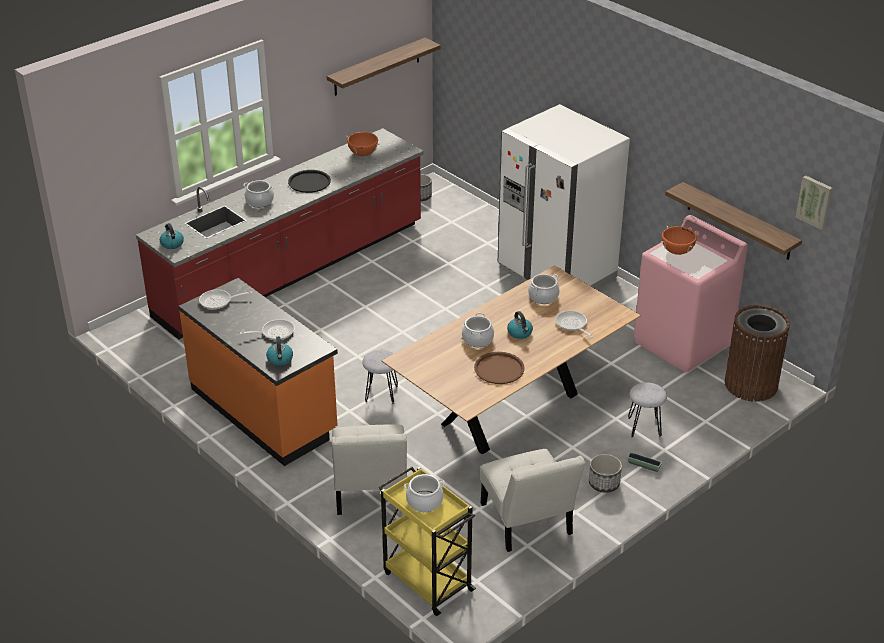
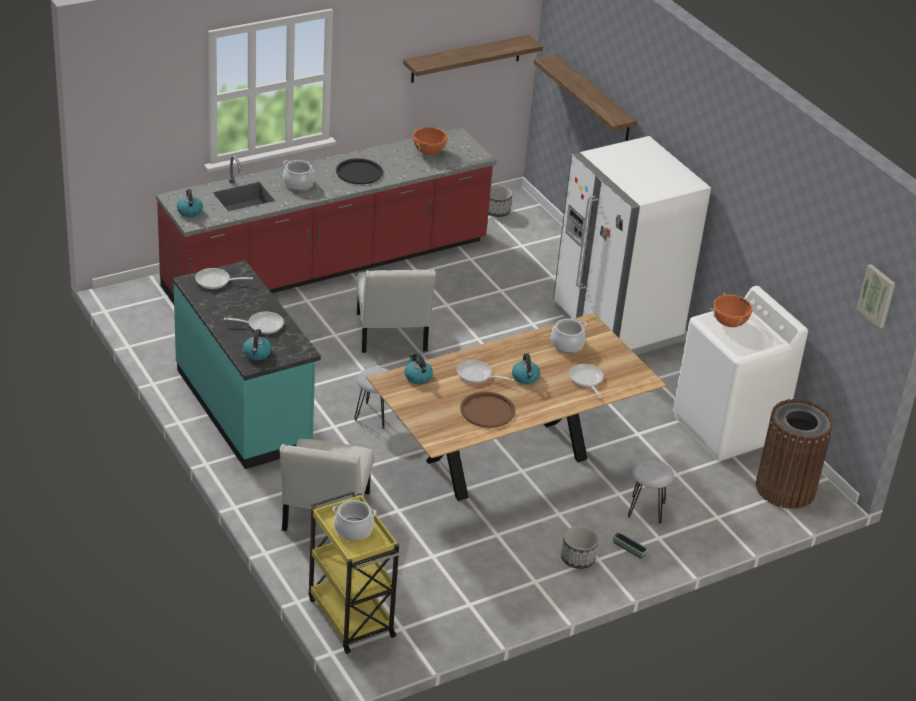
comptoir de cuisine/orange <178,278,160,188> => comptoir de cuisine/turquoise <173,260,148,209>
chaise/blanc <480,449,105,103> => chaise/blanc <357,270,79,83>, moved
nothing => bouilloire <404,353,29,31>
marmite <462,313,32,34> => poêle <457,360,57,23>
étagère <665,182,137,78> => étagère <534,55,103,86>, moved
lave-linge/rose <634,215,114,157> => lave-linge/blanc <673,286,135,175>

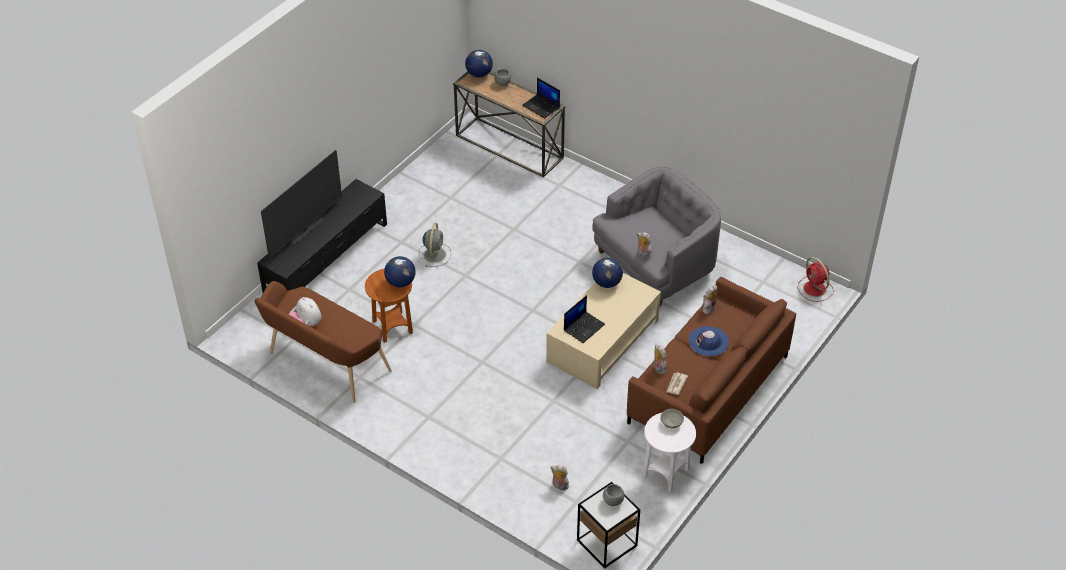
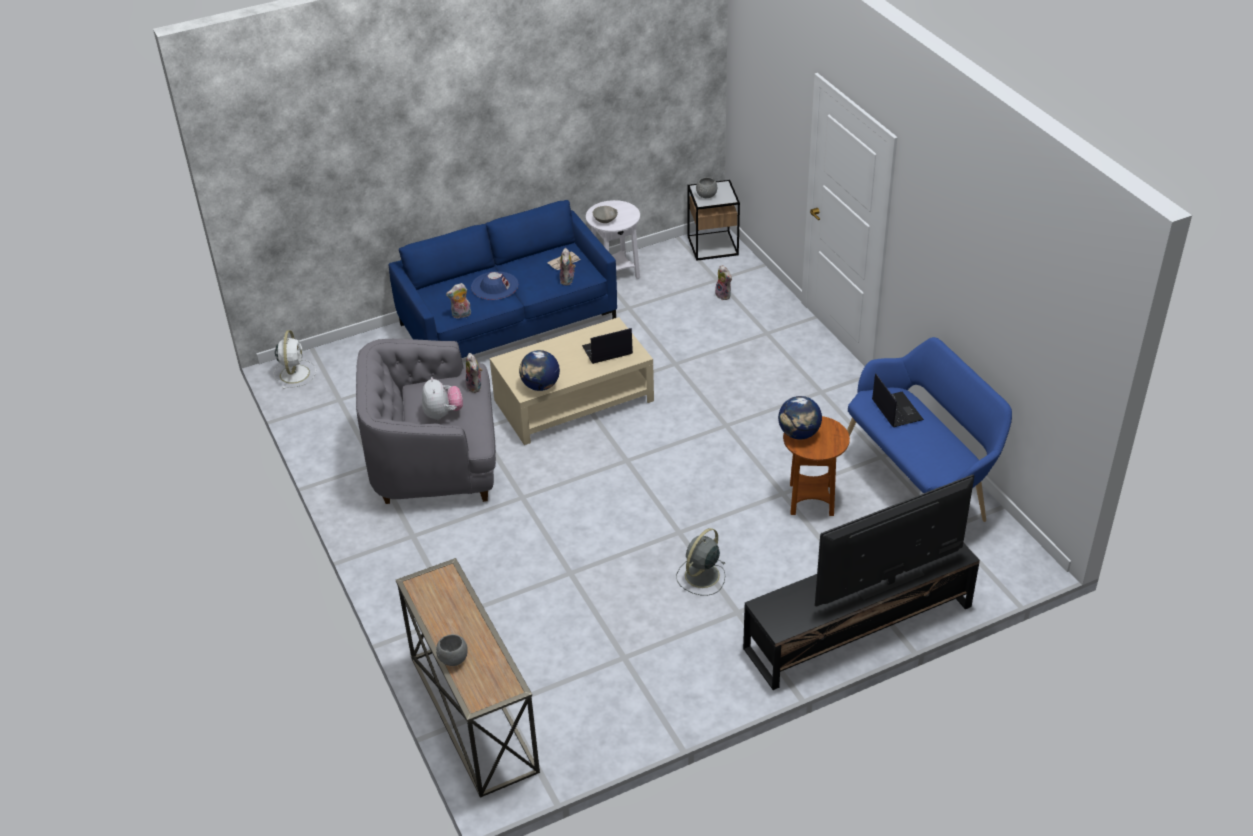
ventilateur/rouge <798,257,35,45> => ventilateur/blanc <273,330,43,59>
canapé/marron <627,277,169,187> => canapé/bleu <389,200,228,158>
peluche <289,297,33,29> => peluche <422,377,41,43>, moved
banc/marron <254,281,138,122> => banc/bleu <847,337,165,185>
ordinateur portable <522,77,38,42> => ordinateur portable <872,373,52,54>, moved
globe <465,50,28,27> => nothing

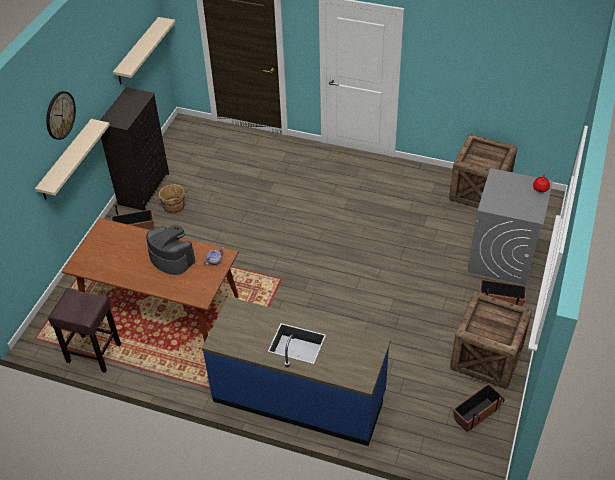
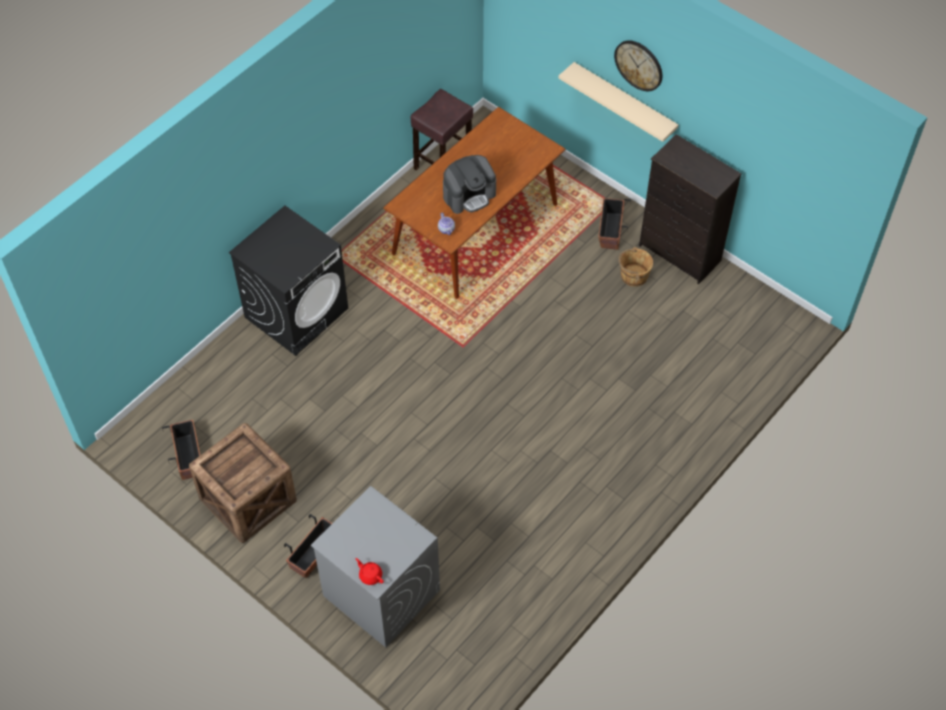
comptoir de cuisine/bleu <202,297,189,149> => lave-linge/noir <229,206,119,150>
étagère/beige <113,17,62,67> => nothing
caisse <449,134,68,74> => nothing

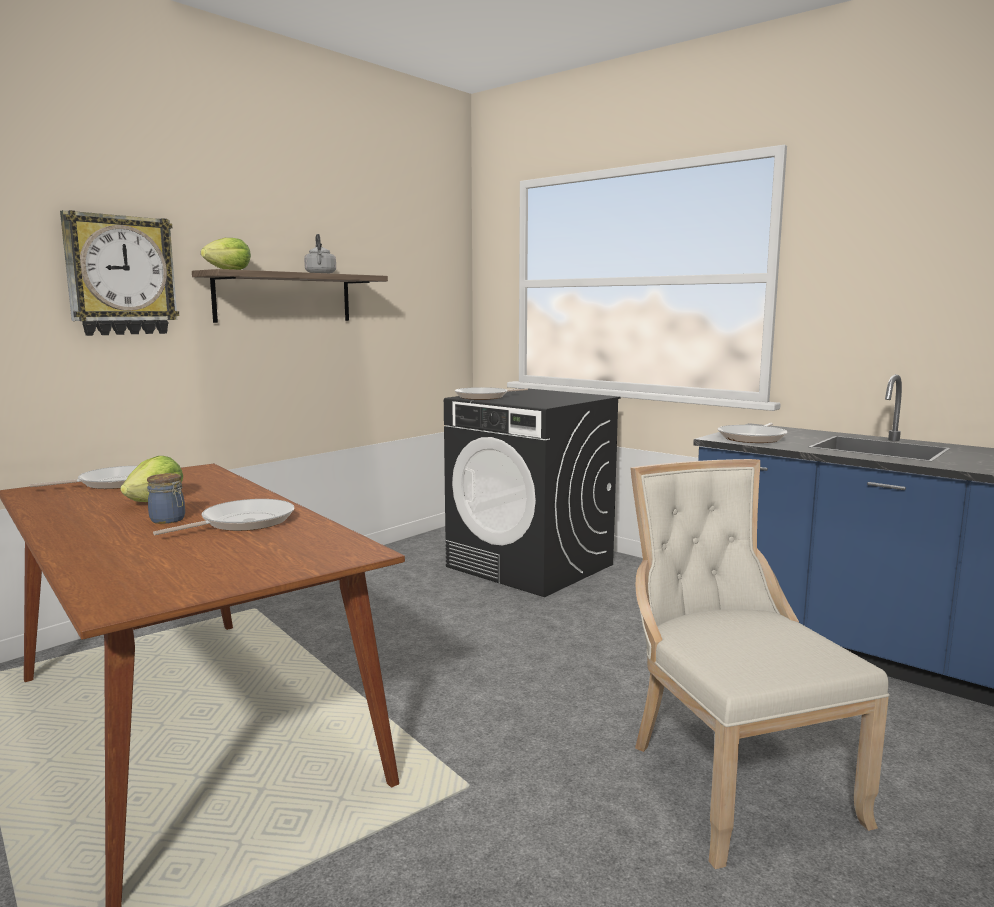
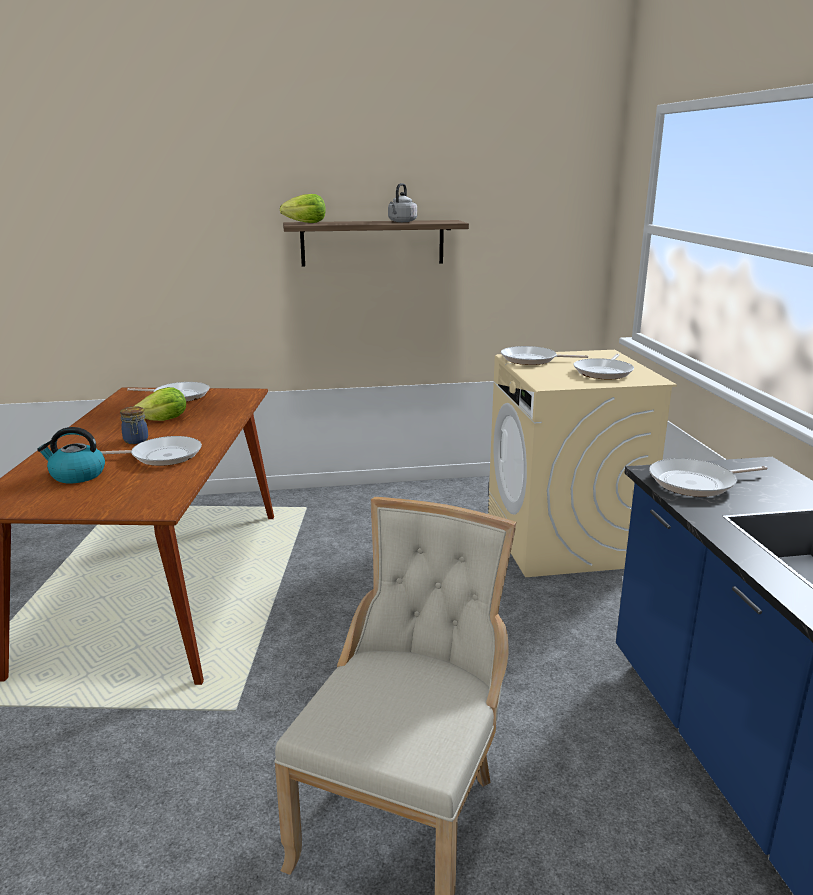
nothing => bouilloire <37,427,68,56>
lave-linge/noir <444,388,176,209> => lave-linge/beige <488,350,189,227>
nothing => poêle <574,354,60,25>
horloge murale <60,210,119,126> => nothing

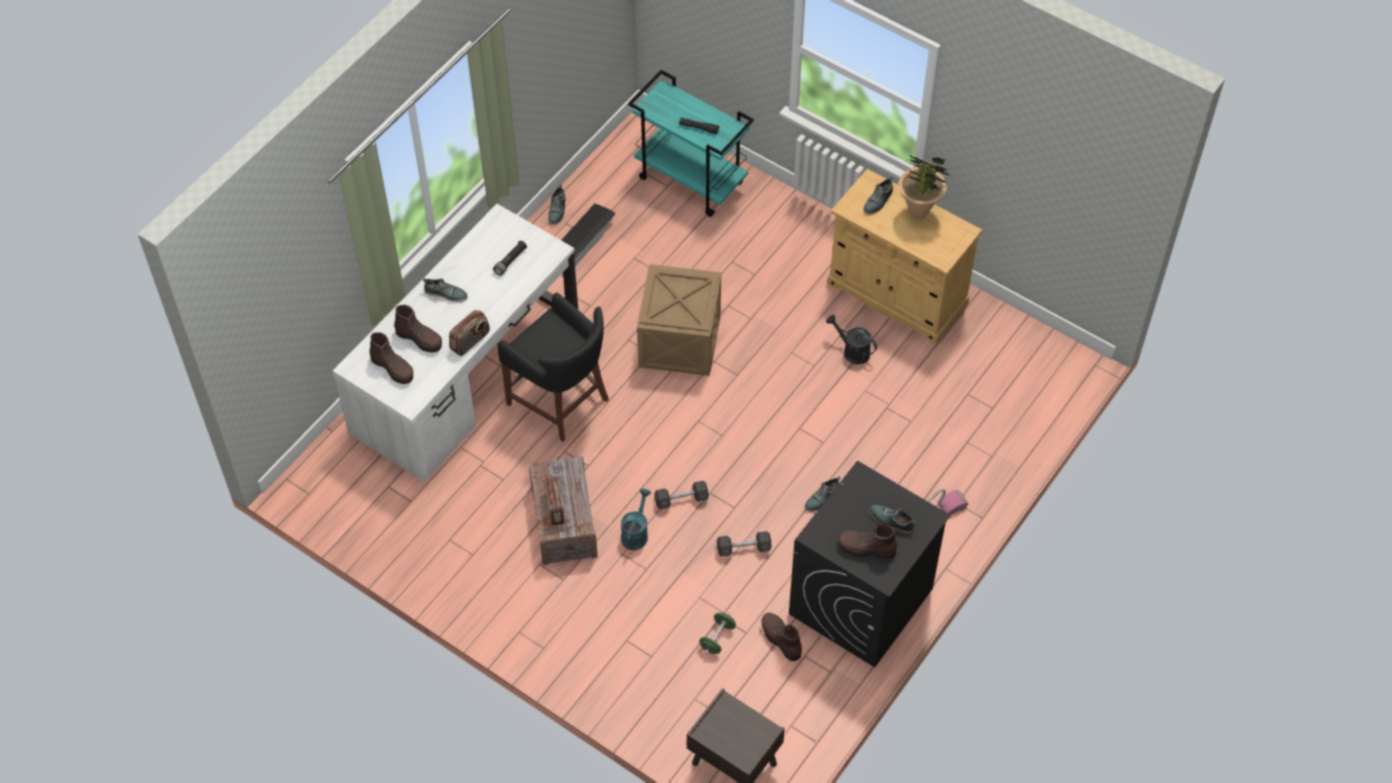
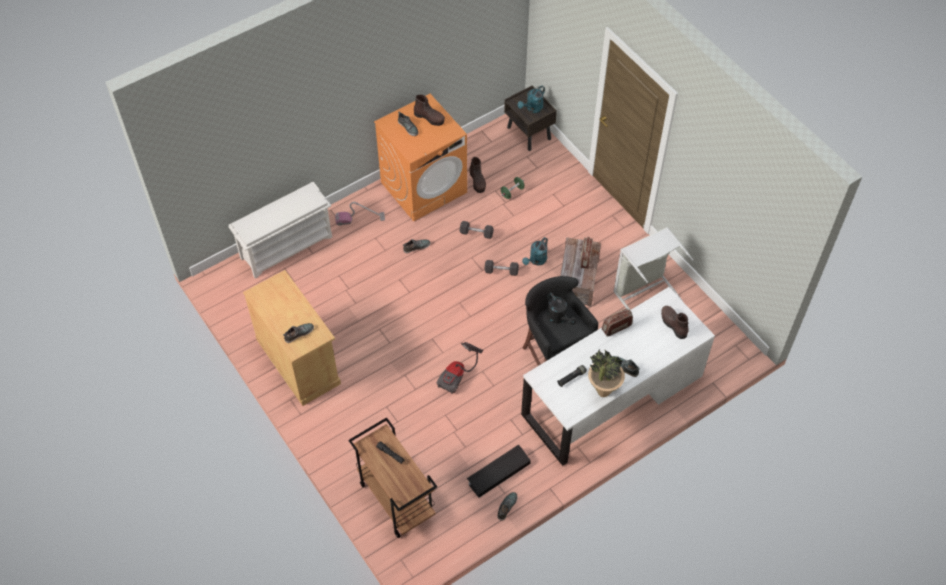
nothing => étagère à chaussures/blanc <229,182,103,97>
chariot/turquoise <628,70,126,147> => chariot/marron <349,417,88,121>
lave-linge/noir <789,461,162,206> => lave-linge/orange <374,94,93,127>
caisse <637,264,84,112> => aspirateur <437,342,46,52>
nothing => arrosoir/turquoise <518,86,27,27>
arrosoir/noir <826,315,51,49> => arrosoir/noir <547,293,29,32>, moved
plante en pot <898,156,53,64> => plante en pot <588,349,37,48>, moved
nothing => panier à linge/gris <613,227,80,83>
botte/marron <394,305,48,47> => nothing

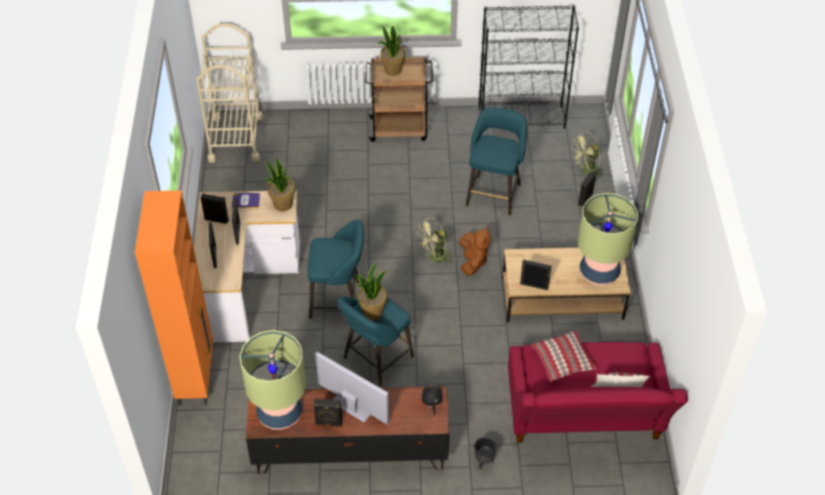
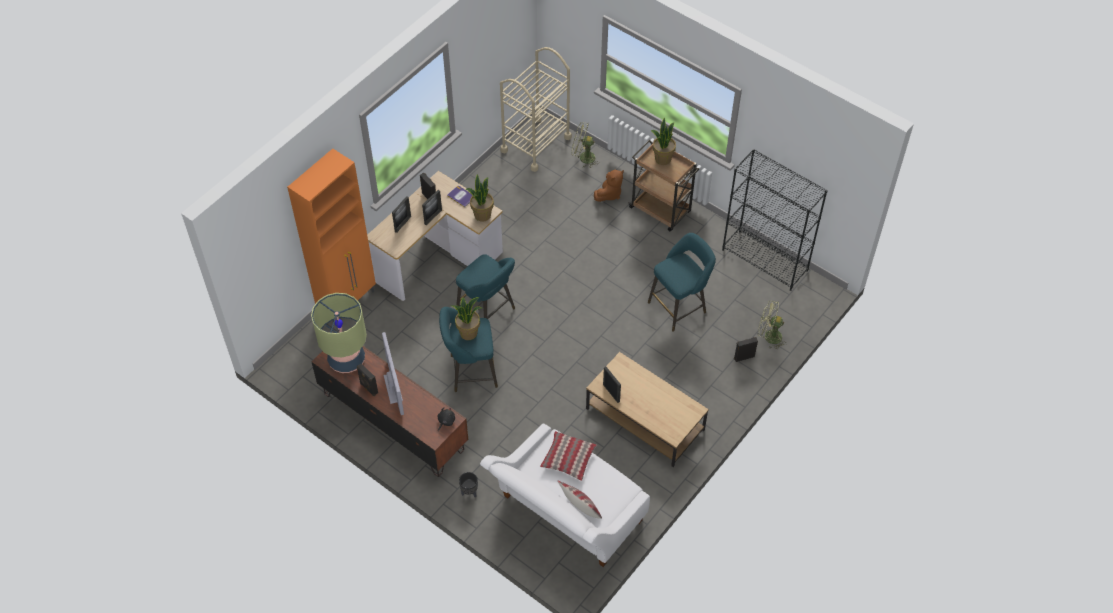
canapé/rouge <508,342,180,101> => canapé/blanc <480,423,170,144>
ventilateur/vert <417,217,37,51> => ventilateur/vert <572,122,27,46>, moved
peluche/marron <459,226,32,50> => peluche/marron <594,169,30,33>, moved
lampe de table <578,193,60,92> => nothing

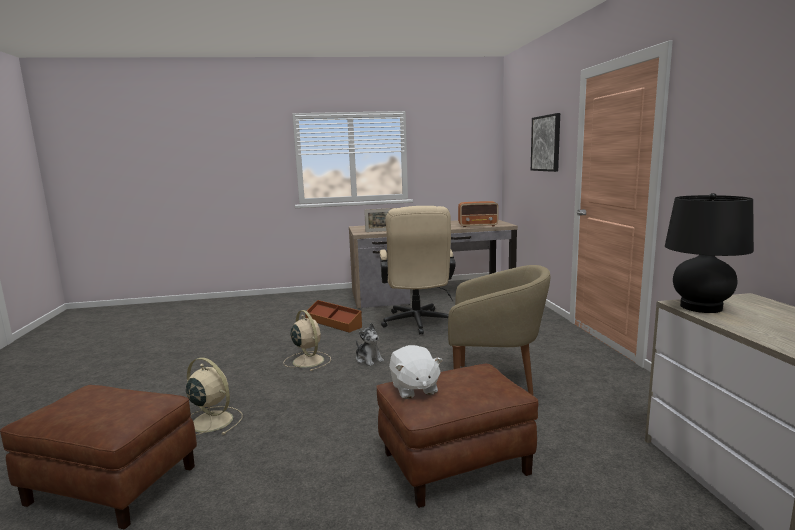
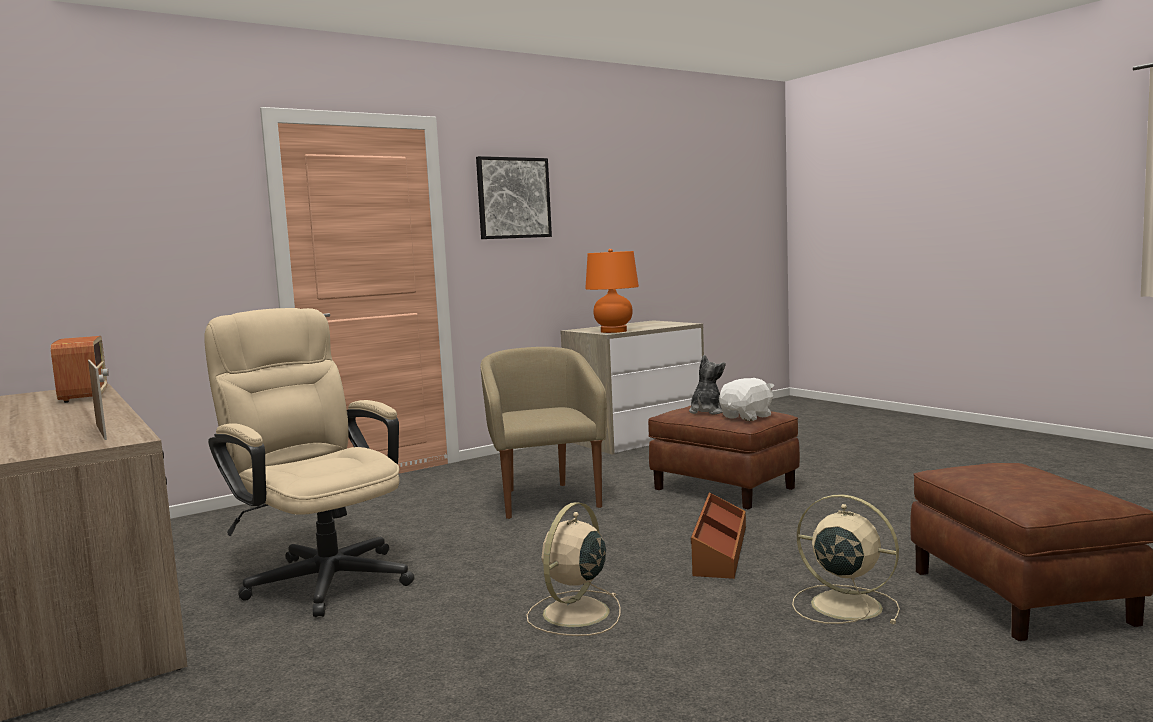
chaise de bureau/beige <380,206,76,128> => chaise de bureau/beige <204,308,210,309>, 105 degrees counterclockwise
tableau <531,113,29,59> => tableau <476,156,76,83>, moved
lampe de table/noir <665,193,89,120> => lampe de table/orange <585,249,54,84>
peluche <356,323,28,43> => peluche <689,355,36,60>, moved
boîte de rangement/marron <305,300,57,33> => boîte de rangement/marron <691,493,55,86>, moved
ventilateur/beige <186,357,56,78> => ventilateur/beige <792,494,108,130>, 120 degrees clockwise

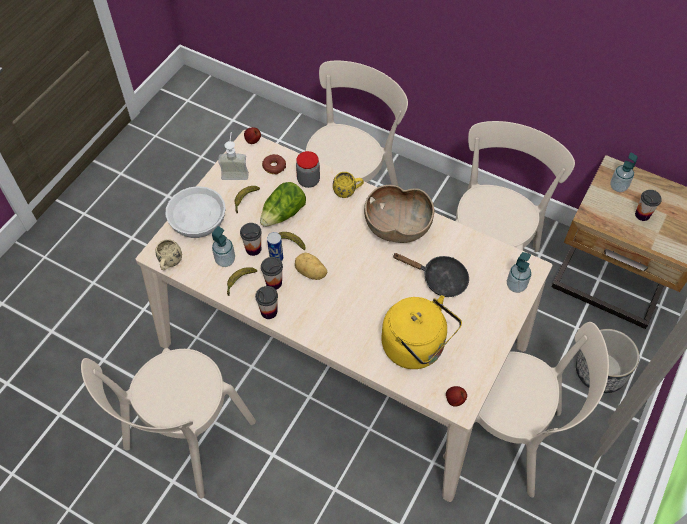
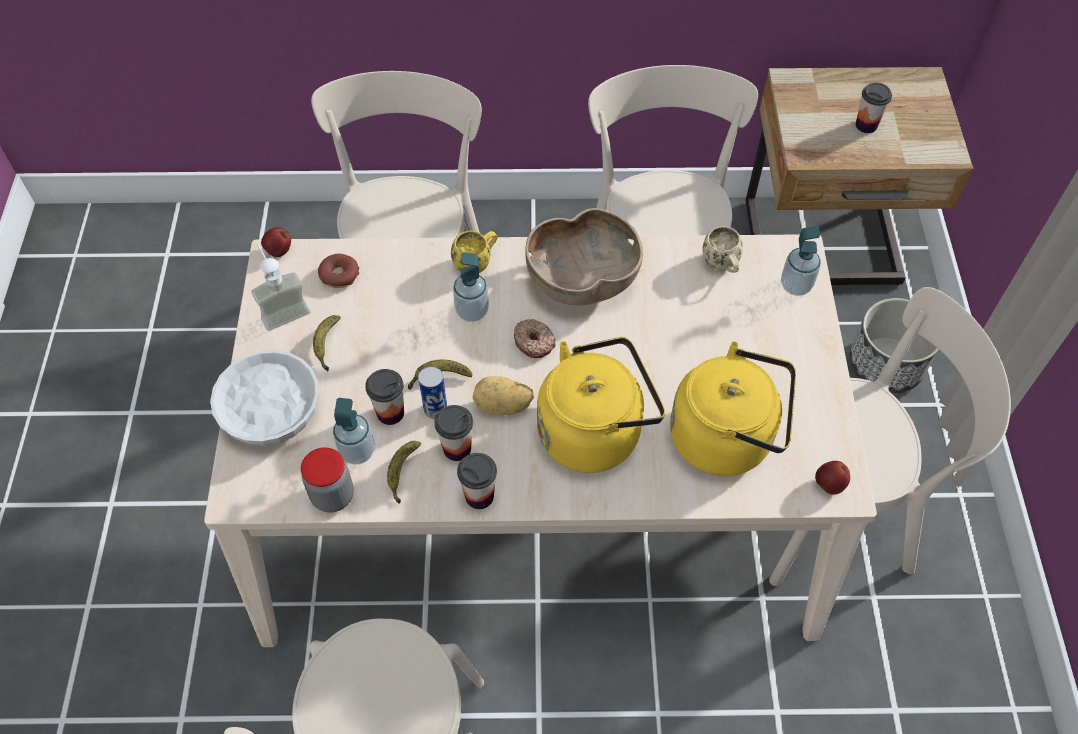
bocal <296,151,24,37> => bocal <301,447,53,66>, moved
distributeur de savon <610,153,28,39> => distributeur de savon <453,252,36,70>, moved
nothing => beignet <514,319,42,39>
nothing => bouilloire/jaune <537,337,128,136>
mug/beige <156,239,26,31> => mug/beige <702,226,41,47>, moved
laitue <260,182,46,45> => nothing
poêle/noir <392,253,77,44> => nothing

